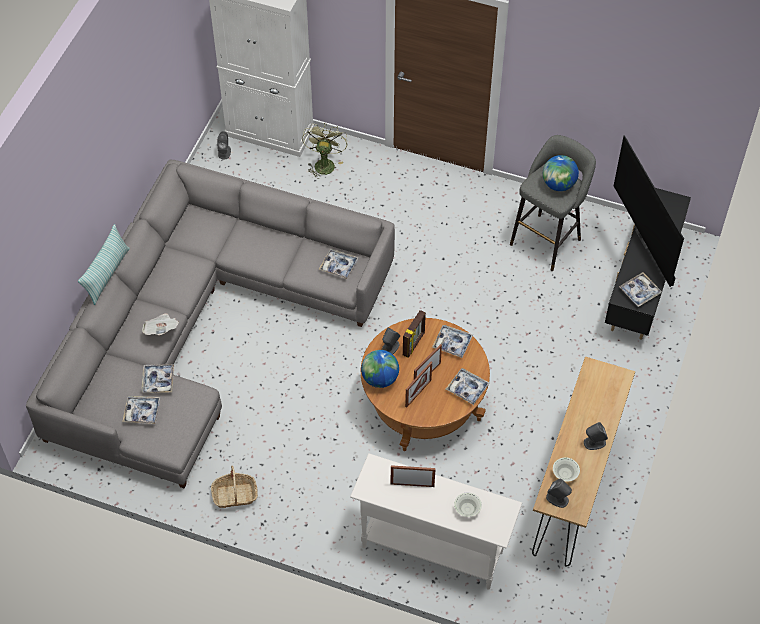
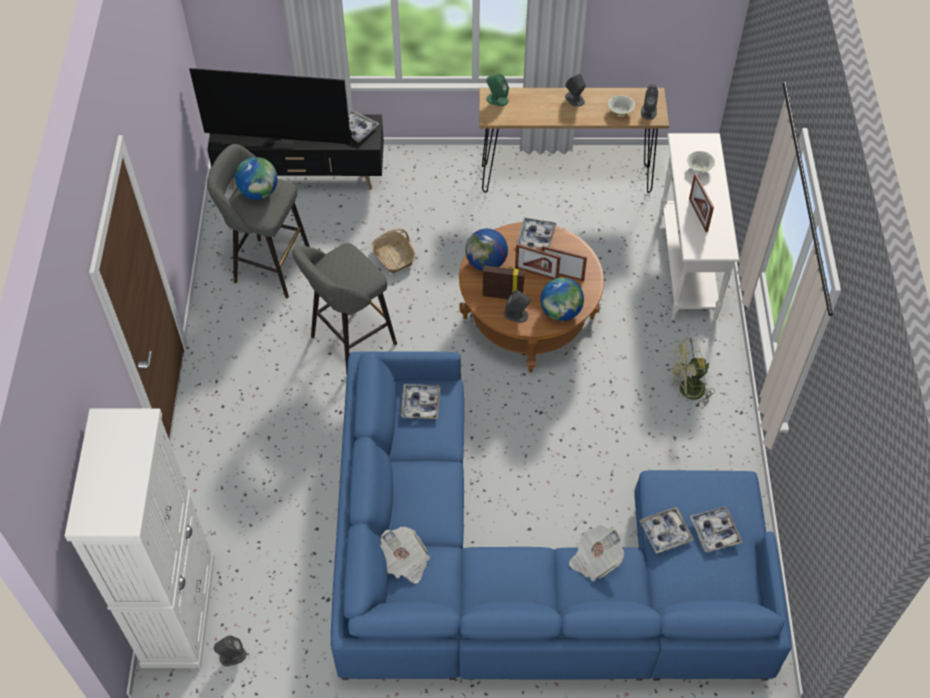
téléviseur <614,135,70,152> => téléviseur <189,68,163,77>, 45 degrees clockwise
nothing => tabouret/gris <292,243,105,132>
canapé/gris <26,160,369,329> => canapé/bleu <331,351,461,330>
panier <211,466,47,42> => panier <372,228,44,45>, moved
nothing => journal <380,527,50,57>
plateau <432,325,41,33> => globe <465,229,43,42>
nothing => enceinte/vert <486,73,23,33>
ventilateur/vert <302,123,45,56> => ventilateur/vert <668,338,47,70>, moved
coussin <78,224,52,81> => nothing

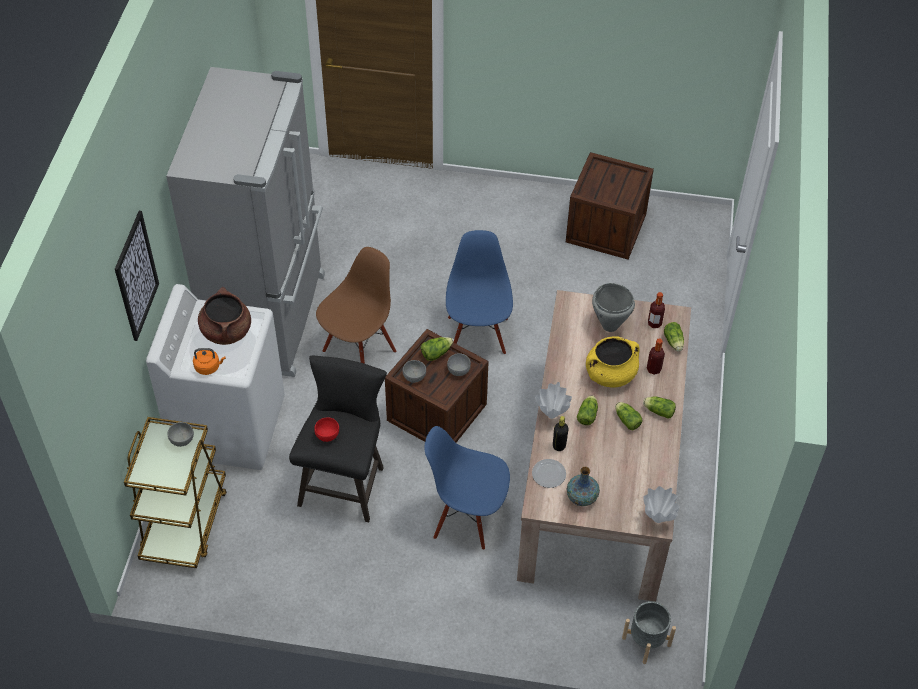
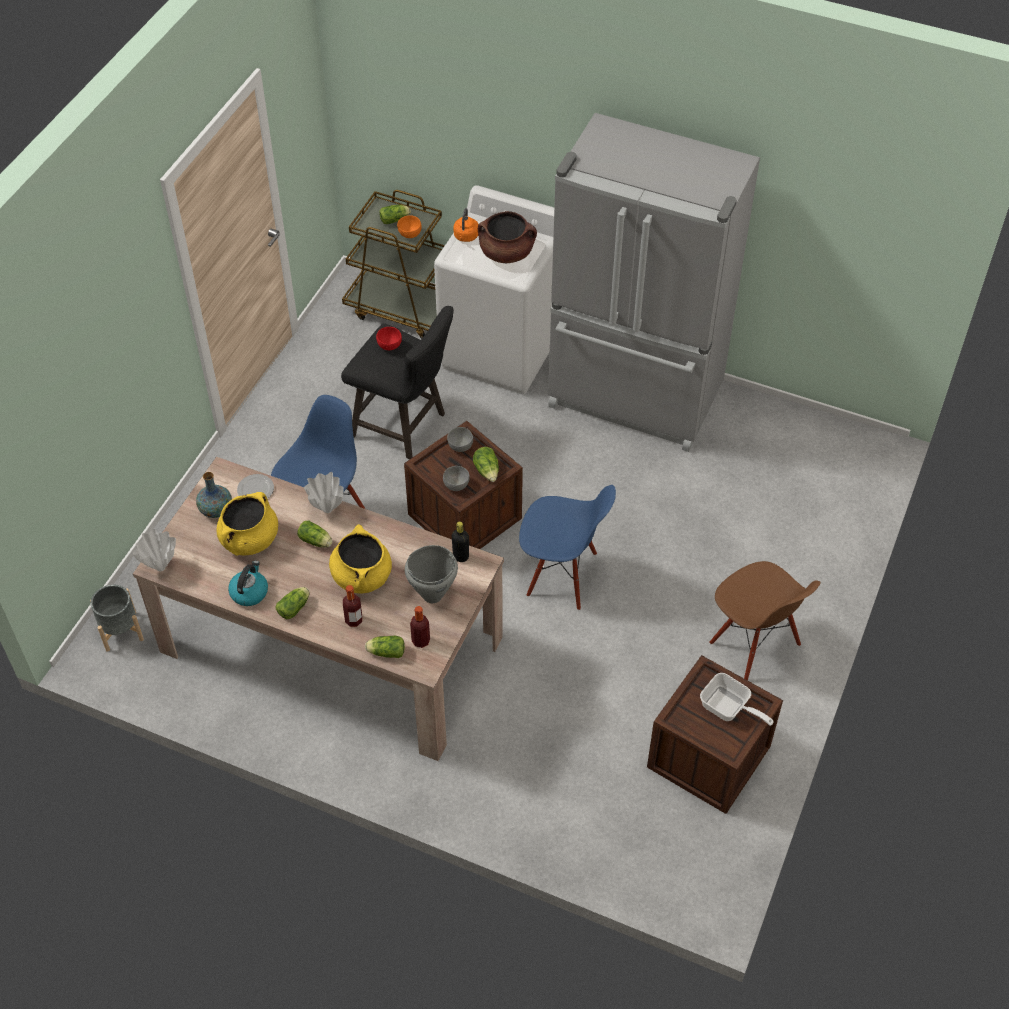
nothing => marmite/jaune <216,492,62,64>
nothing => bouilloire <228,561,40,45>
laitue <615,402,28,28> => laitue <379,205,32,19>, moved
bol/gris <168,422,26,25> => bol/orange <397,215,25,23>
bouteille/noir <553,416,16,35> => bouteille/noir <452,521,17,41>, moved
nothing => poêle <700,673,74,53>
chaise/marron <316,247,80,117> => chaise/marron <709,561,112,119>, moved
tableau <115,211,44,130> => nothing

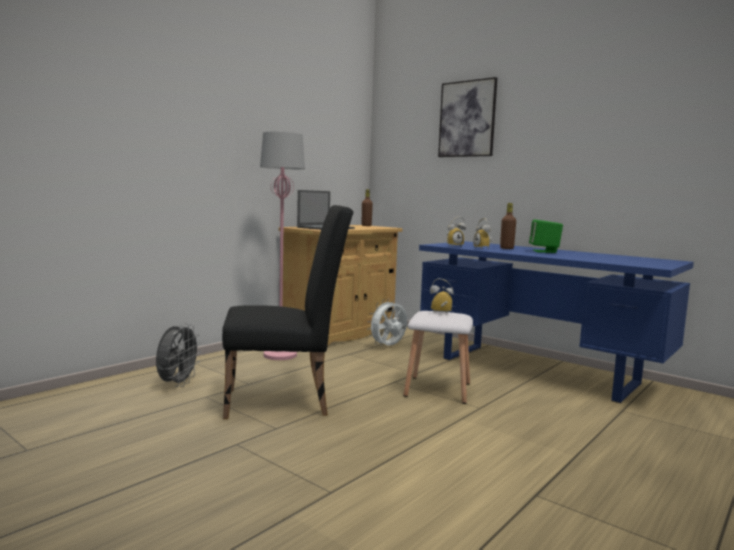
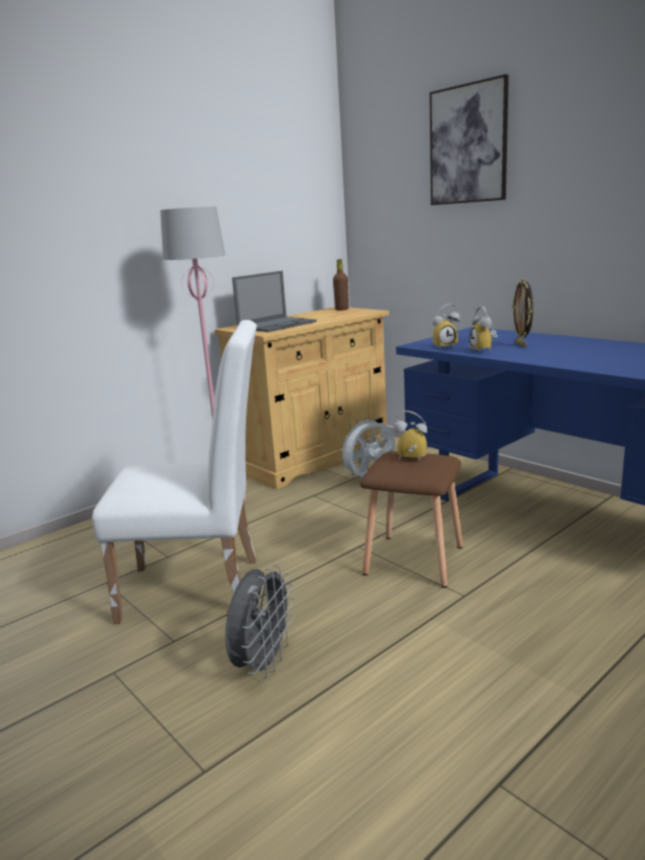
chaise/noir <222,205,131,214> => chaise/blanc <92,320,165,304>
ventilateur/gris <156,323,45,64> => ventilateur/gris <225,565,70,113>, moved
tabouret/blanc <403,311,70,93> => tabouret/marron <360,451,103,137>
bouteille/marron <500,203,16,46> => cadre photo <512,278,21,69>
enceinte/vert <529,219,34,34> => nothing

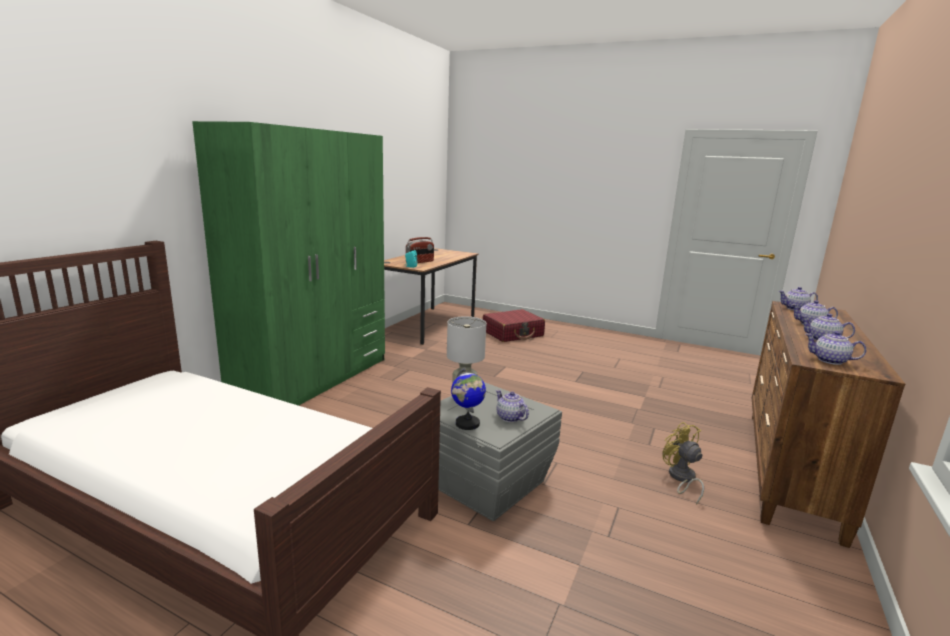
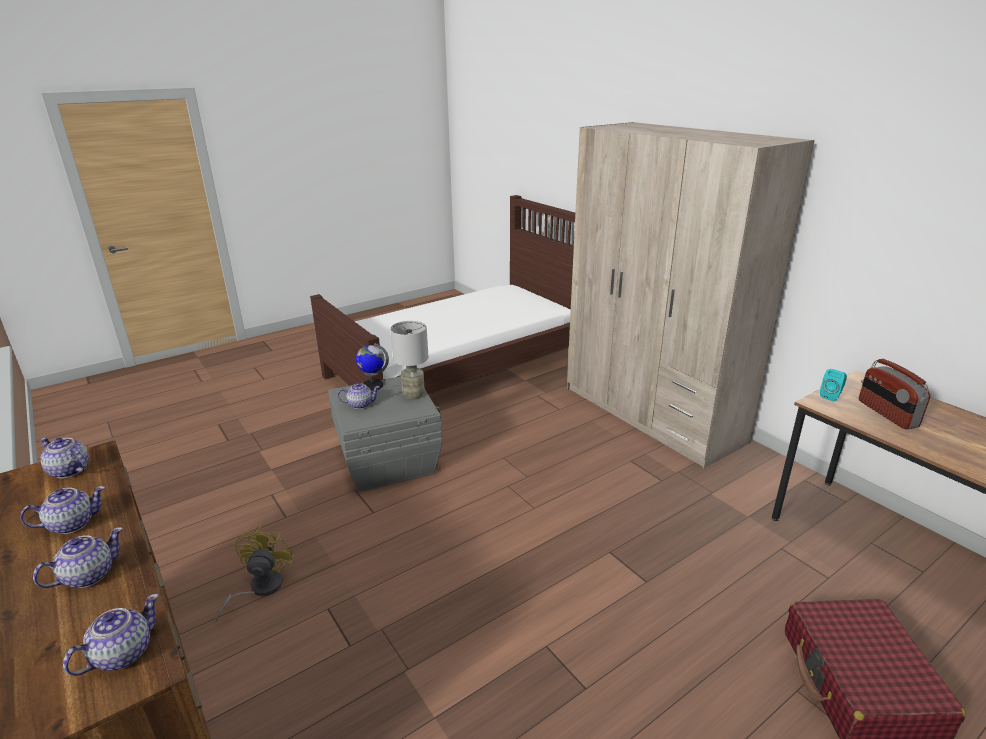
théière <805,331,61,34> => théière <40,437,49,41>, 120 degrees counterclockwise
ventilateur/jaune <662,422,42,82> => ventilateur/jaune <216,526,78,97>, 90 degrees counterclockwise
armoire/vert <192,121,193,285> => armoire/beige <567,122,248,346>

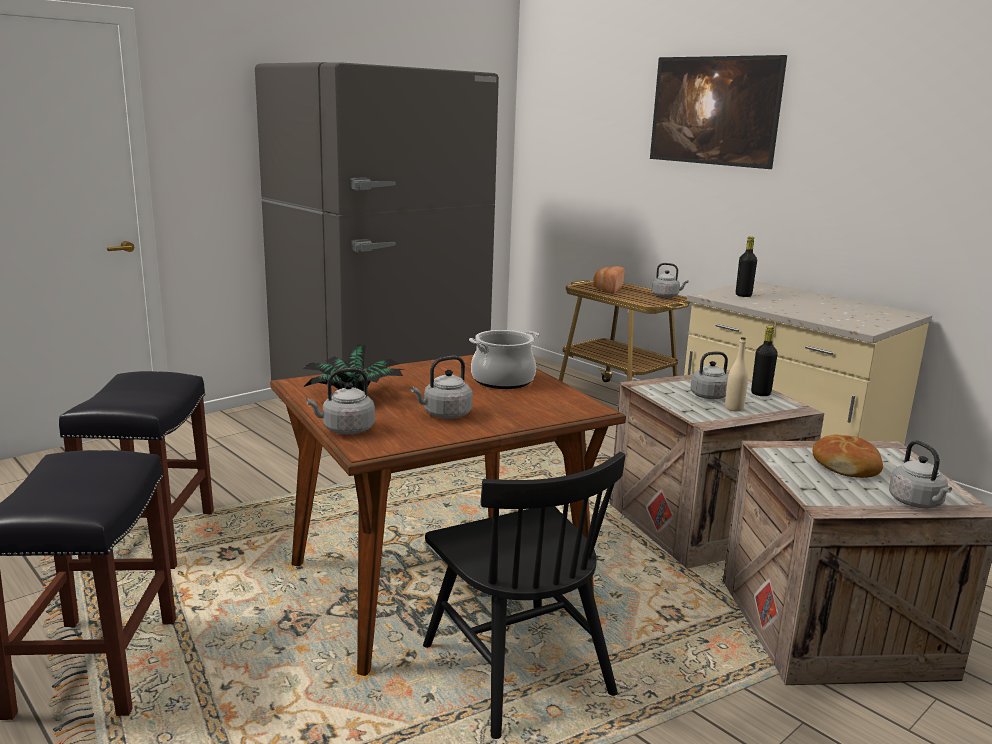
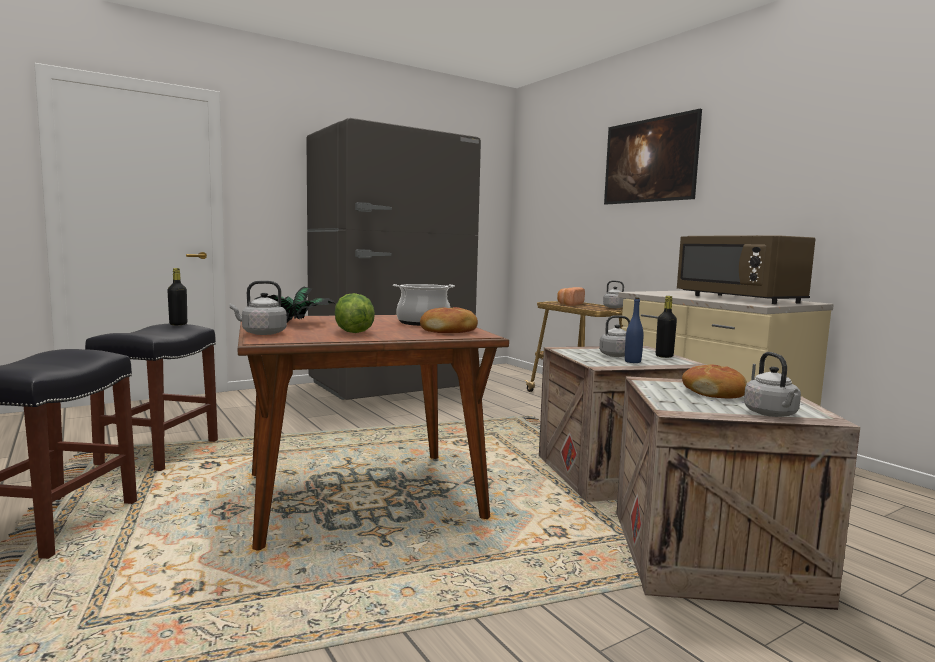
bouteille/noir <736,236,21,61> => bouteille/noir <167,268,20,57>, moved
bouilloire/gris <411,356,62,63> => laitue <335,293,40,40>
nothing => pain <420,307,58,26>
bouteille/beige <725,337,23,75> => bouteille/bleu <625,297,19,66>
nothing => micro-ondes/marron <677,235,138,69>
chaise/noir <423,452,202,287> => nothing

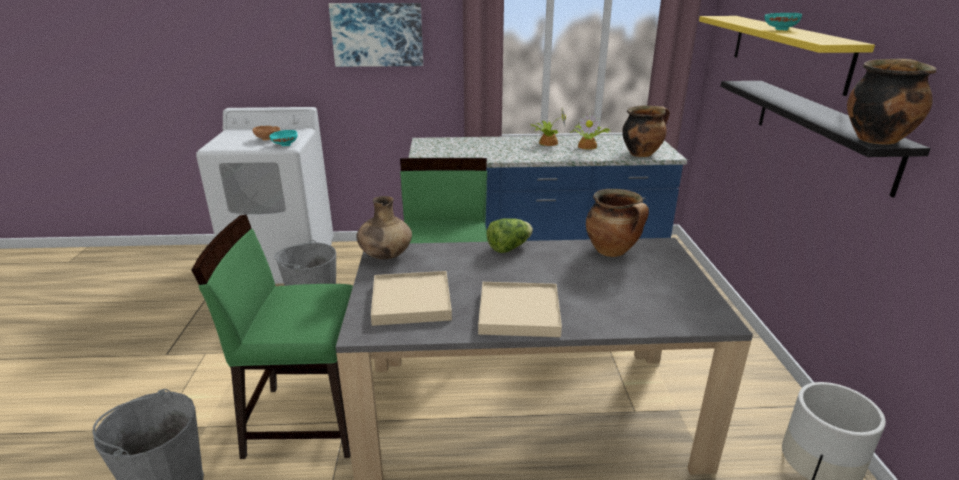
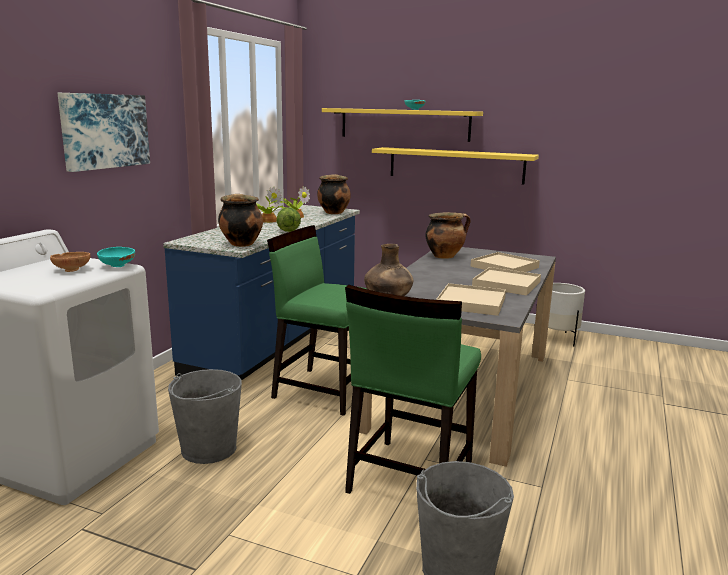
marmite <847,59,89,86> => marmite <218,194,45,53>, moved
laitue <486,218,47,35> => laitue <277,207,24,25>, moved
étagère/noir <721,81,210,116> => étagère/jaune <372,147,167,37>
nothing => plateau/beige <471,252,69,20>

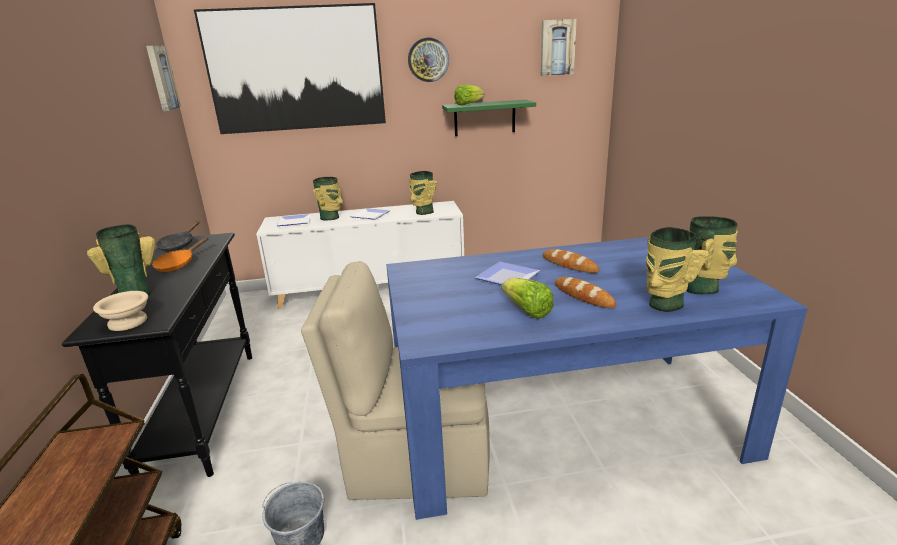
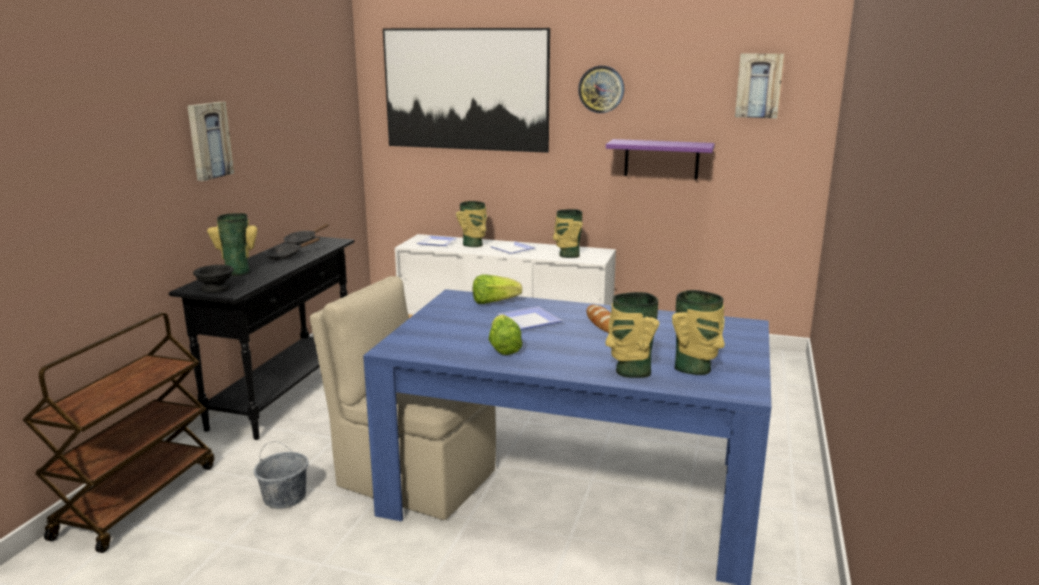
tableau <146,46,35,65> => tableau <187,102,47,79>, moved
bol/beige <93,291,55,40> => bol/noir <193,265,41,28>
poêle/orange <152,237,56,35> => poêle/noir <266,238,54,22>
laitue <454,85,31,20> => laitue <473,274,49,30>, moved
étagère/vert <442,100,94,36> => étagère/violet <606,139,109,41>
pain <555,277,62,31> => nothing

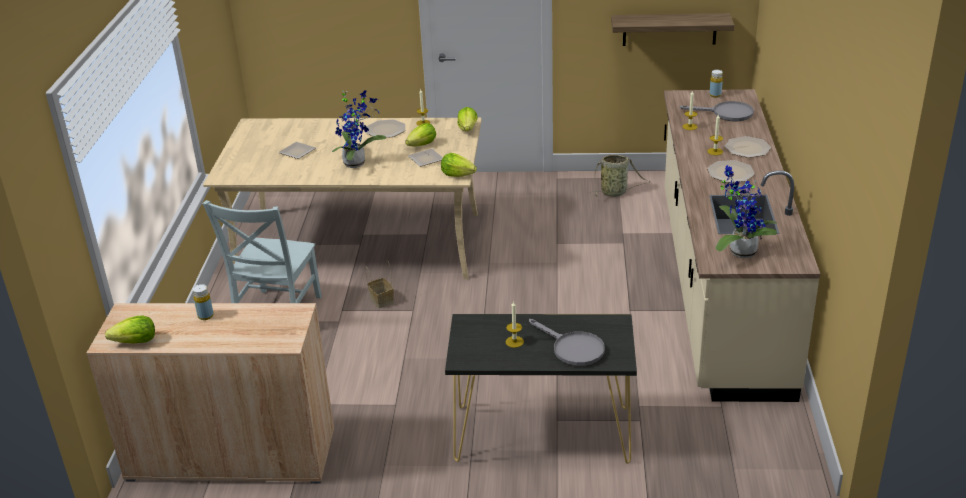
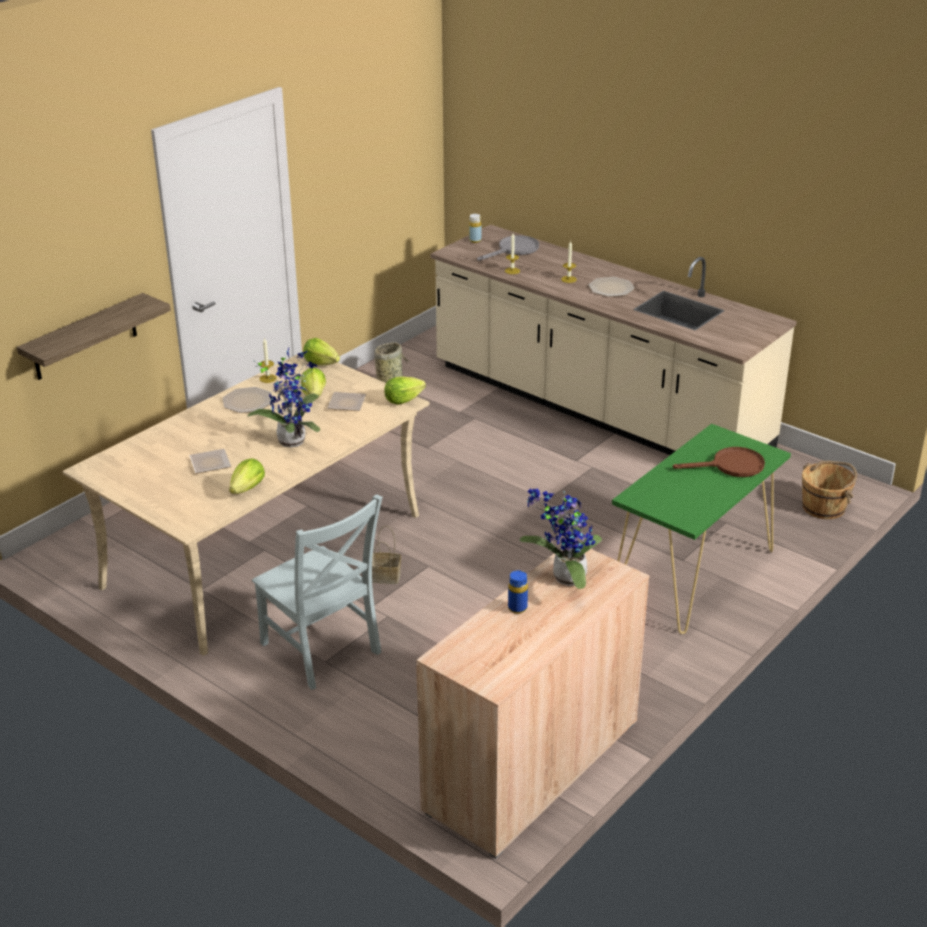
étagère <611,13,123,33> => étagère <17,293,154,87>, moved
laitue <105,315,50,29> => laitue <229,458,36,36>, moved
bouteille/jaune <193,284,21,36> => bouteille/bleu <508,570,20,44>
plante en pot <716,165,61,93> => plante en pot <519,488,83,101>, moved
table console/noir <445,314,192,150> => table console/vert <612,424,179,210>
poêle/gris <529,319,76,47> => poêle/marron <673,447,92,30>
nothing => seau/marron <802,461,55,58>
bougie <505,301,19,47> => nothing
assiette <725,136,46,22> => nothing

